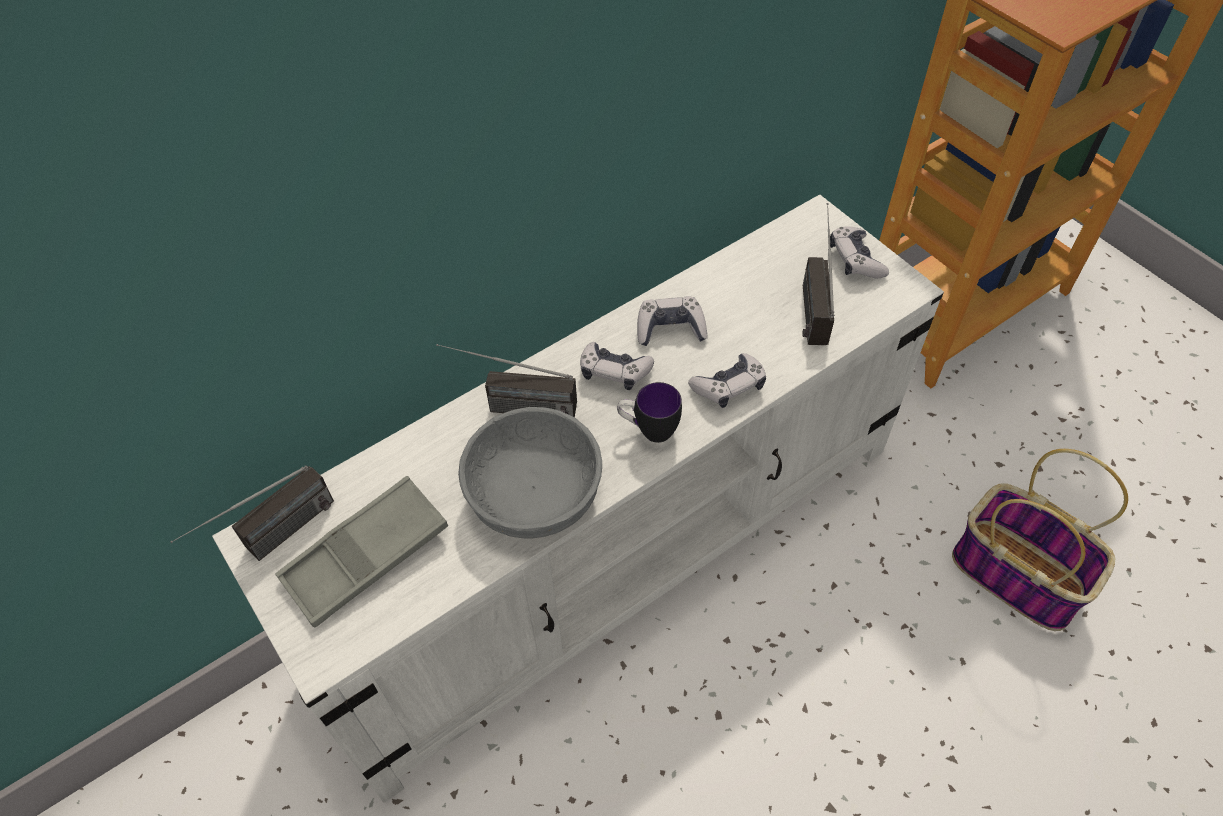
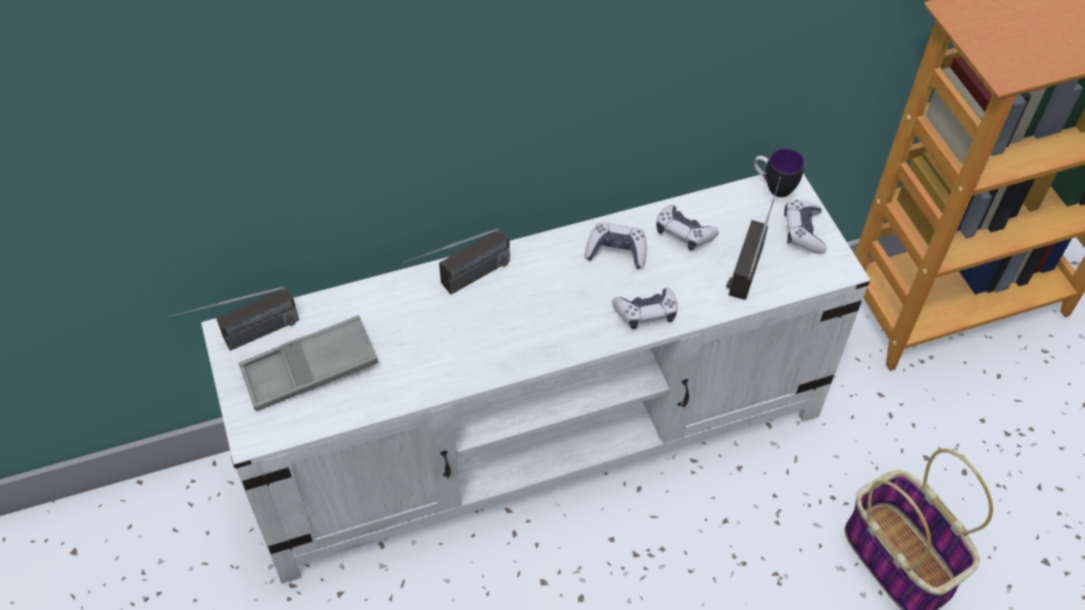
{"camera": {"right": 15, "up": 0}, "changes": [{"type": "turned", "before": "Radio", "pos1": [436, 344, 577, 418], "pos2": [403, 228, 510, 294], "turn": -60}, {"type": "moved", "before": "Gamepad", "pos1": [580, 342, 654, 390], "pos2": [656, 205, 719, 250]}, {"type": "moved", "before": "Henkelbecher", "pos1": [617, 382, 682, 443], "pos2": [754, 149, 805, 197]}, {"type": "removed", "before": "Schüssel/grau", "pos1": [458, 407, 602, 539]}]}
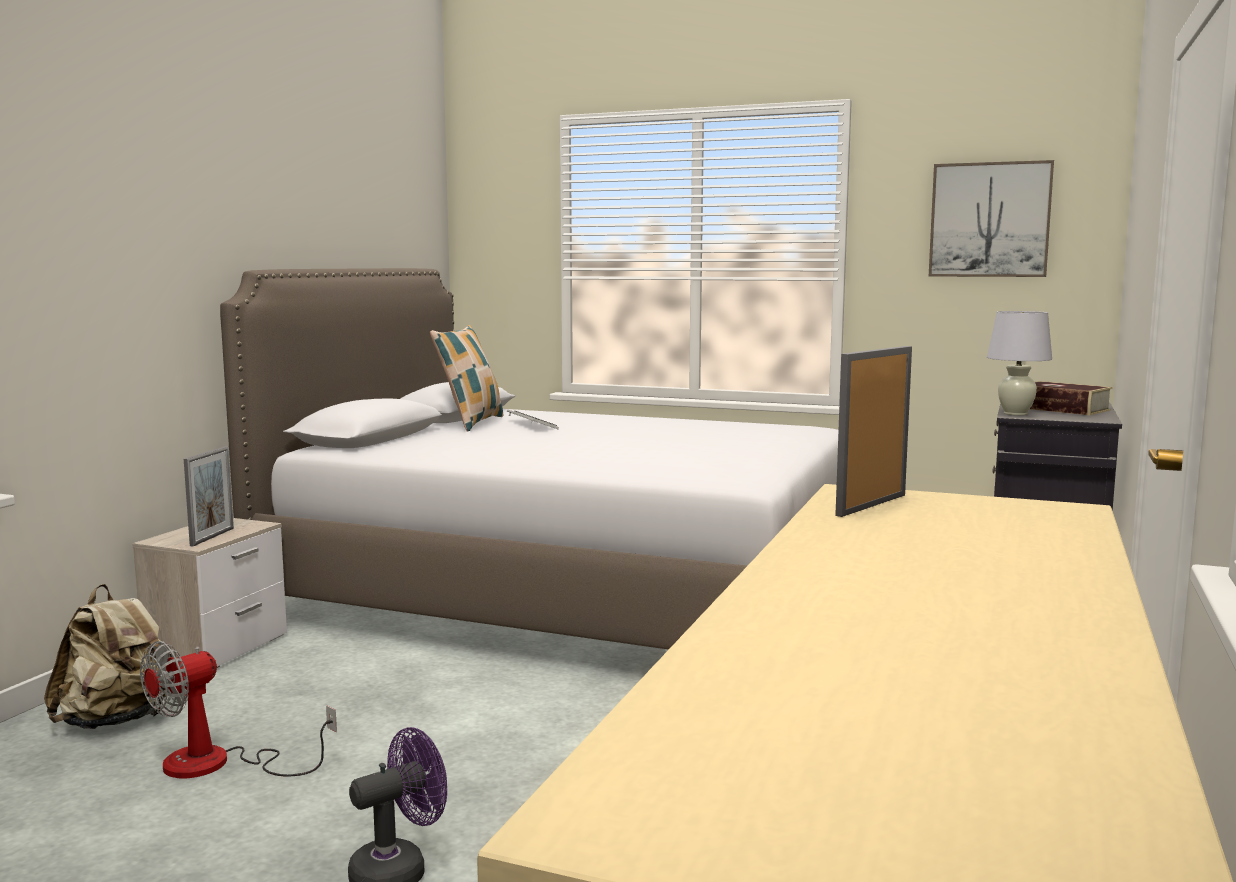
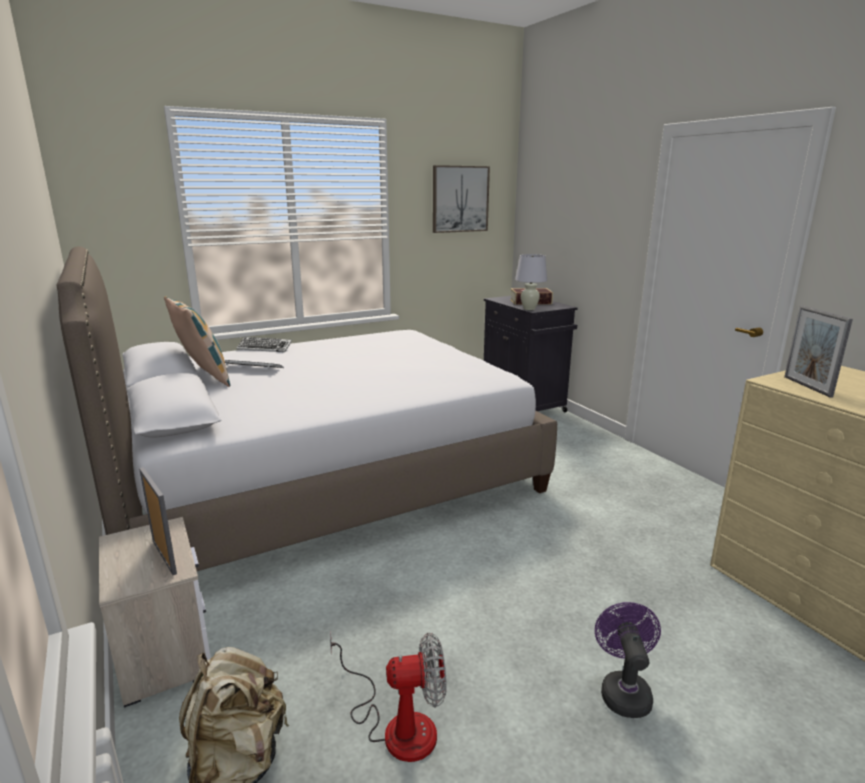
{"camera": {"right": -50, "up": 10}, "changes": [{"type": "added", "after": "Tastatur", "pos2": [237, 337, 292, 352]}, {"type": "turned", "before": "Ventilator", "pos1": [140, 641, 337, 778], "pos2": [330, 631, 447, 762], "turn": -90}]}
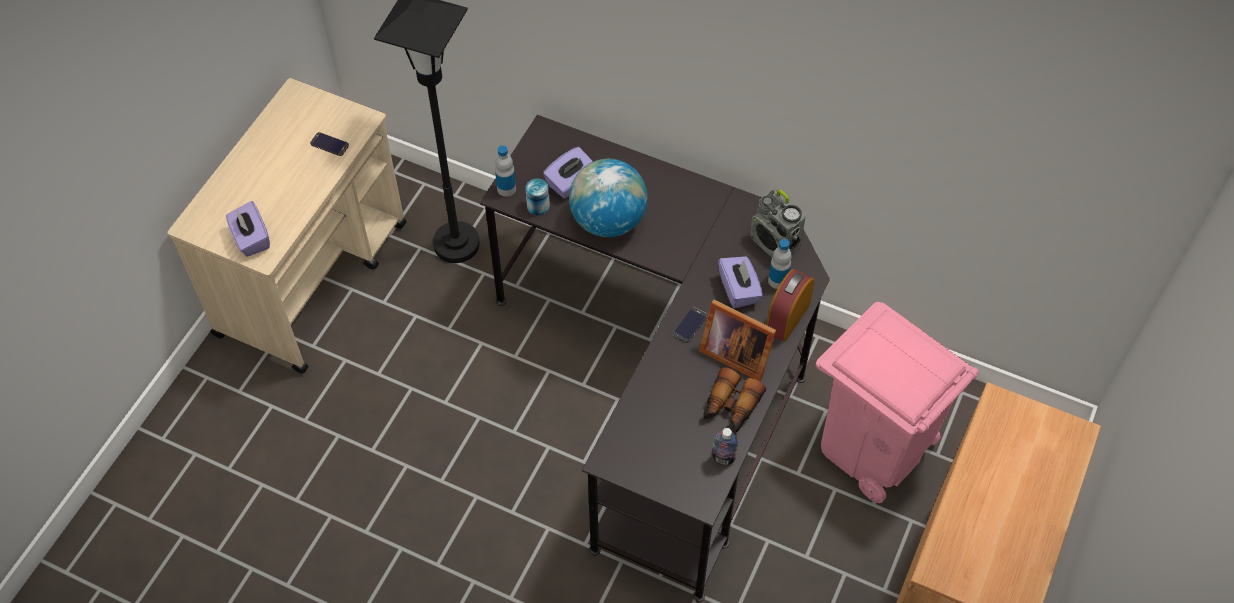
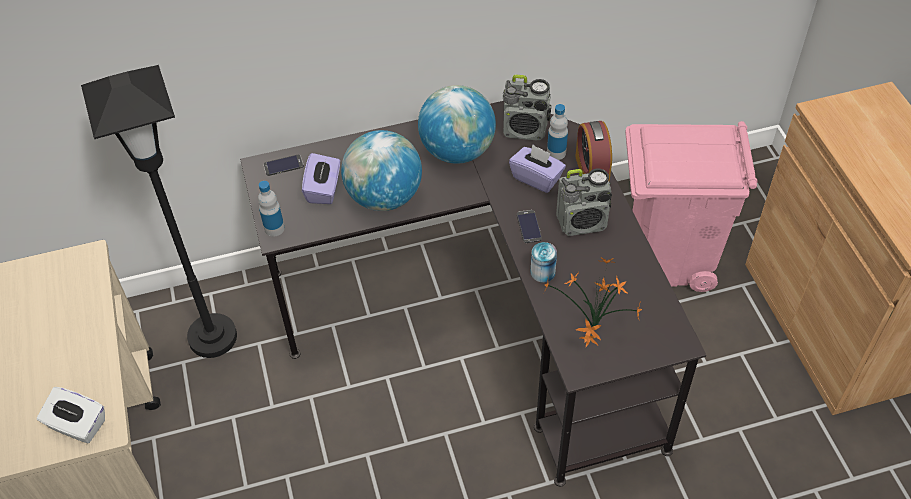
{"camera": {"right": -40, "up": -5}, "changes": [{"type": "recoloured", "before": "Taschentuchbox/lila", "after": "Taschentuchbox/weiß", "pos1": [226, 201, 270, 257], "pos2": [37, 387, 105, 443]}, {"type": "moved", "before": "Handy", "pos1": [310, 132, 349, 156], "pos2": [264, 155, 304, 176]}, {"type": "added", "after": "Globus", "pos2": [418, 85, 496, 164]}, {"type": "moved", "before": "Dose", "pos1": [525, 179, 550, 215], "pos2": [530, 242, 557, 283]}, {"type": "added", "after": "Topfpflanze", "pos2": [544, 257, 642, 347]}, {"type": "replaced", "before": "Bilderrahmen", "after": "Radio", "pos1": [699, 299, 777, 381], "pos2": [556, 168, 612, 236]}, {"type": "removed", "before": "Fernglas", "pos1": [703, 367, 766, 432]}, {"type": "removed", "before": "Flasche", "pos1": [712, 428, 738, 465]}]}
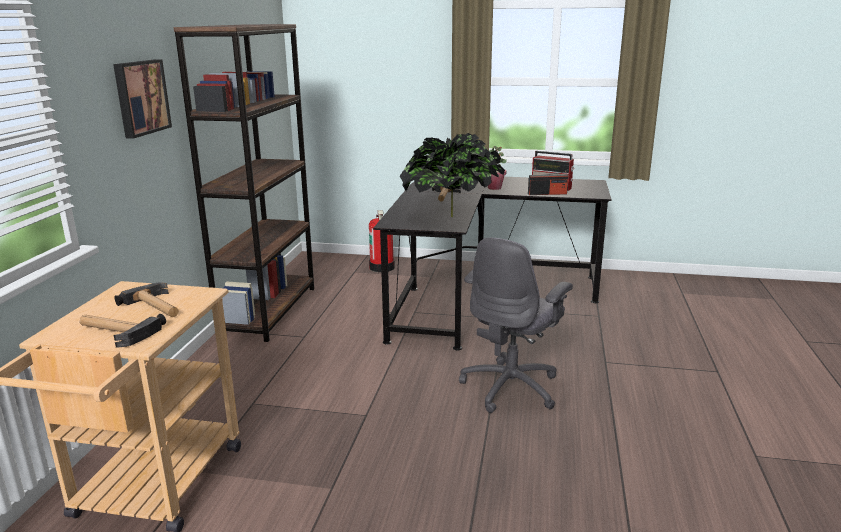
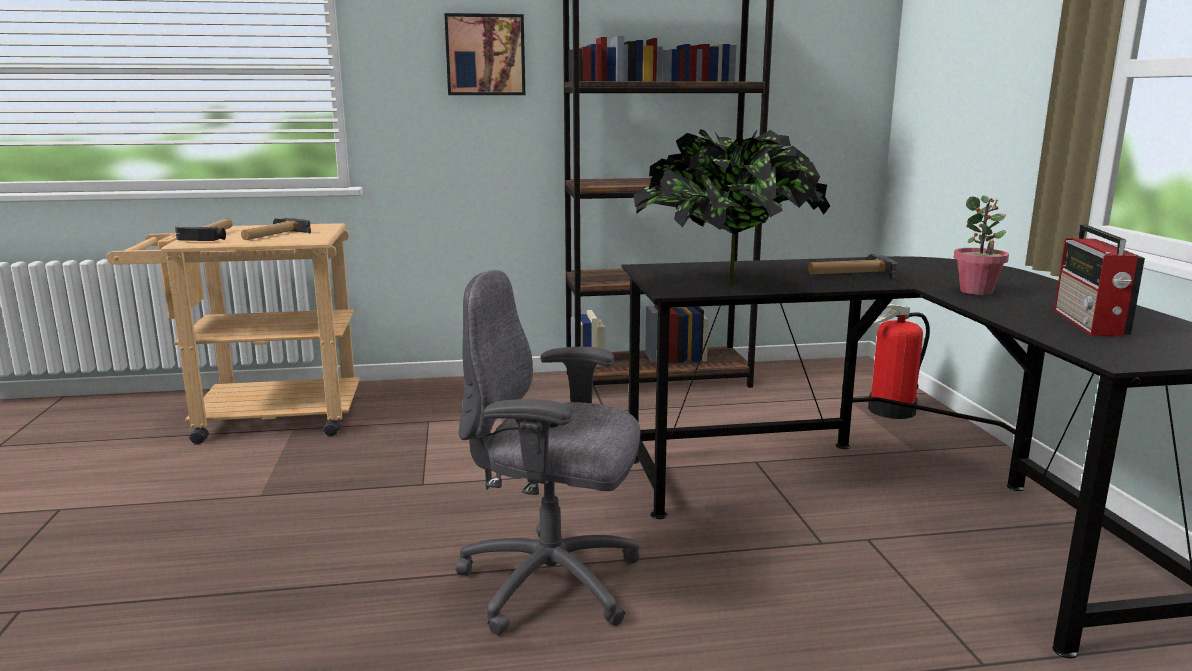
{"camera": {"right": 70, "up": -5}, "changes": [{"type": "removed", "before": "Radio", "pos1": [528, 171, 568, 195]}]}
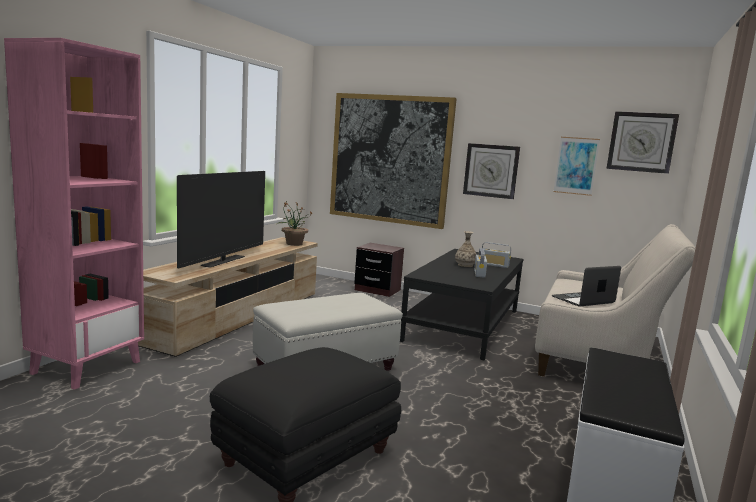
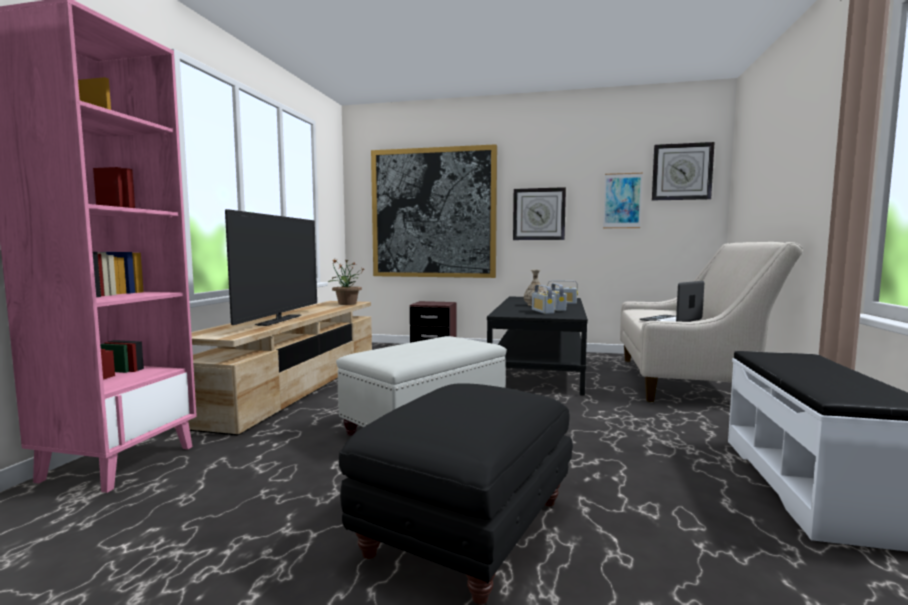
{"camera": {"right": -10, "up": -5}, "changes": [{"type": "added", "after": "Radio", "pos2": [532, 285, 555, 314]}]}
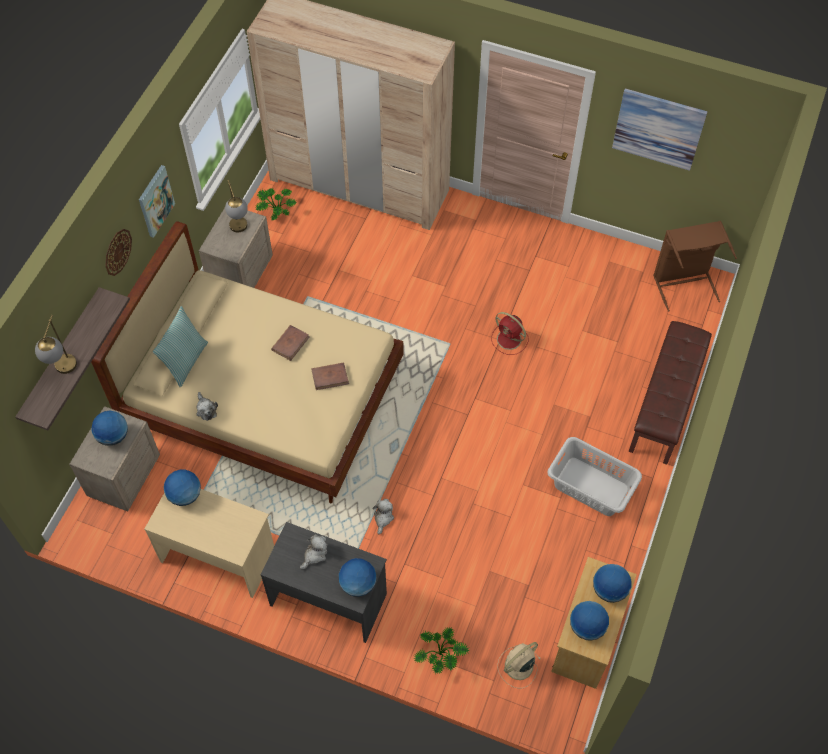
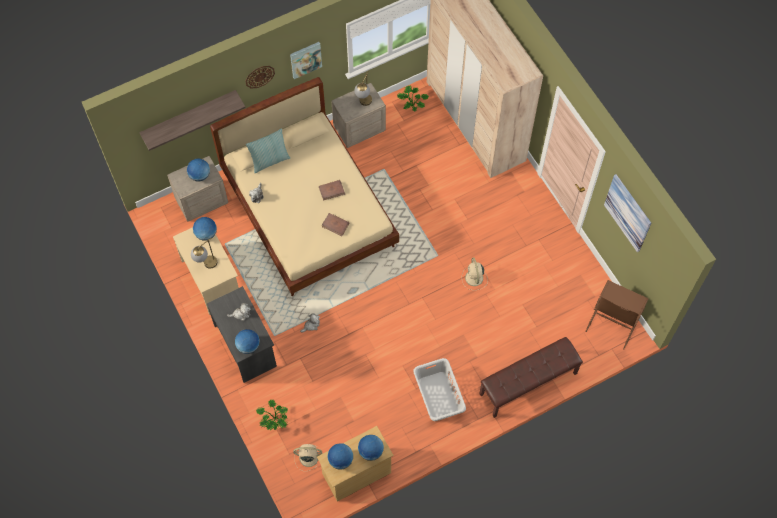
{"camera": {"right": 40, "up": 5}, "changes": [{"type": "moved", "before": "Tischlampe", "pos1": [35, 315, 77, 374], "pos2": [191, 238, 217, 269]}, {"type": "recoloured", "before": "Ventilator/rot", "after": "Ventilator/beige", "pos1": [491, 312, 528, 355], "pos2": [461, 258, 488, 290]}]}
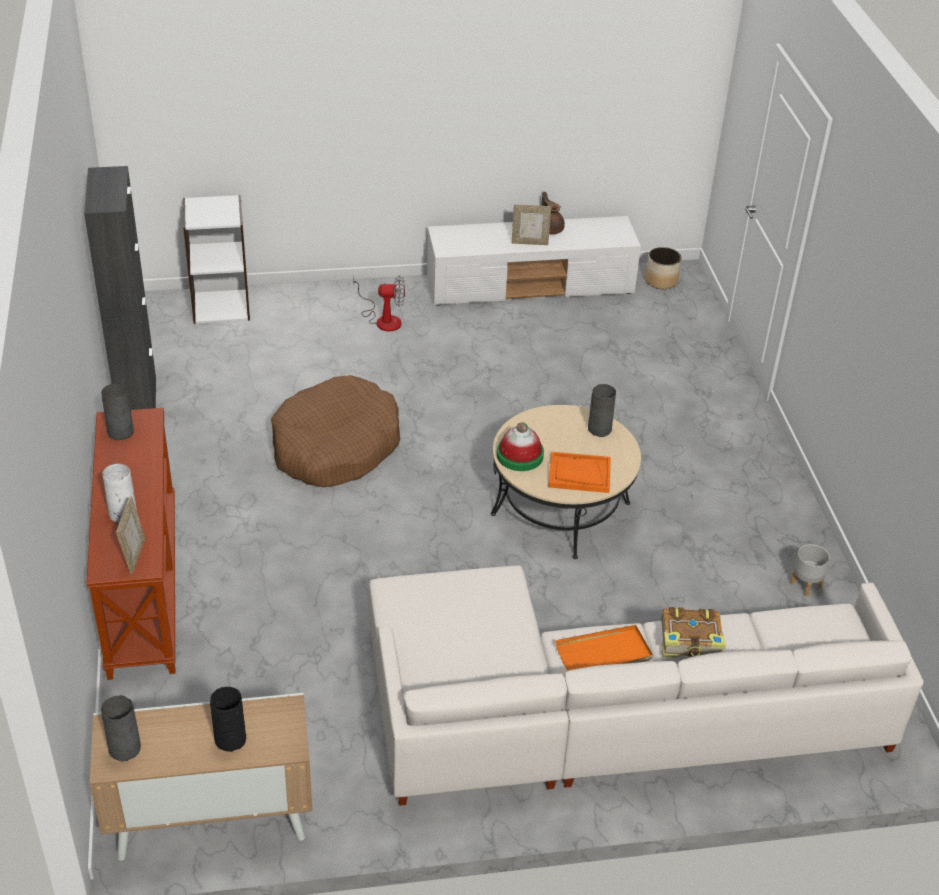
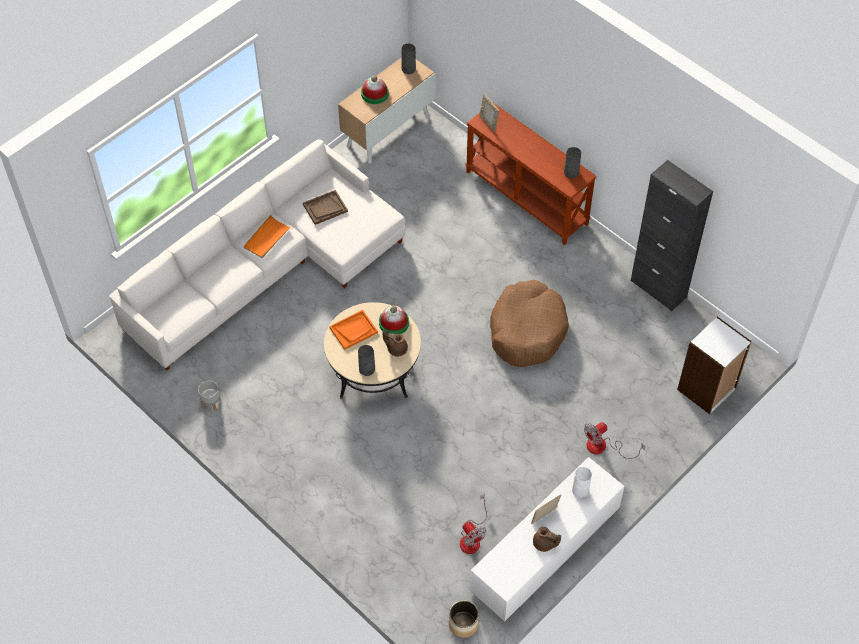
{"camera": {"right": 145, "up": 15}, "changes": [{"type": "added", "after": "Tablett/braun", "pos2": [303, 190, 348, 225]}, {"type": "replaced", "before": "Vase/schwarz", "after": "Hut", "pos1": [210, 687, 246, 752], "pos2": [361, 76, 389, 104]}, {"type": "added", "after": "Teekanne/braun", "pos2": [383, 330, 408, 357]}, {"type": "added", "after": "Ventilator", "pos2": [460, 493, 487, 554]}, {"type": "moved", "before": "Vase/weiß", "pos1": [102, 463, 137, 523], "pos2": [572, 467, 592, 498]}, {"type": "removed", "before": "Buch", "pos1": [662, 607, 726, 658]}]}
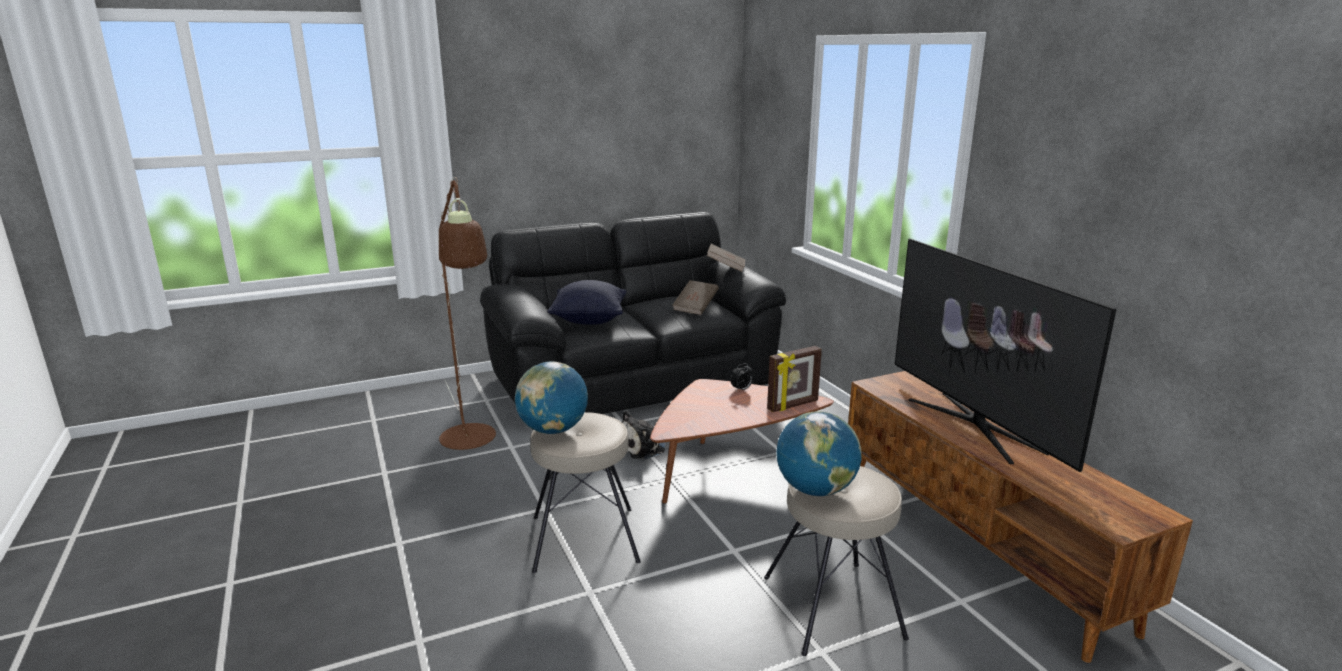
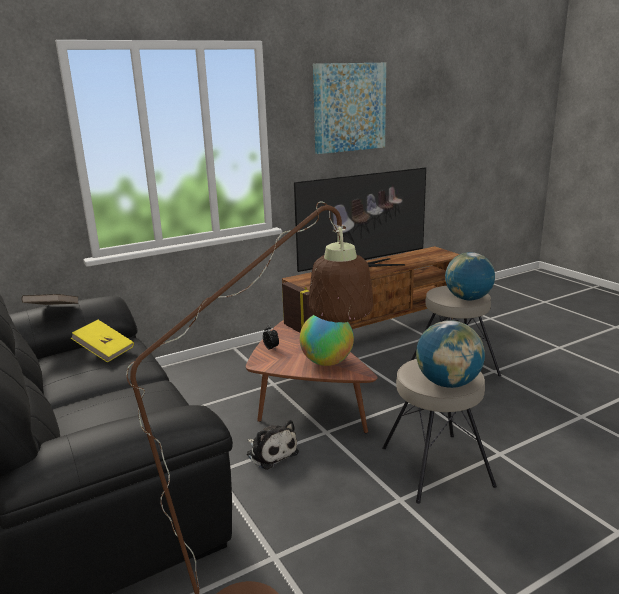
{"camera": {"right": -95, "up": 0}, "changes": [{"type": "recoloured", "before": "Buch/braun", "after": "Buch/gelb", "pos1": [673, 280, 719, 315], "pos2": [71, 320, 134, 363]}, {"type": "added", "after": "Globus", "pos2": [300, 315, 354, 366]}, {"type": "added", "after": "Bild", "pos2": [313, 63, 386, 154]}, {"type": "removed", "before": "Kissen/schwarz", "pos1": [548, 280, 626, 325]}]}
